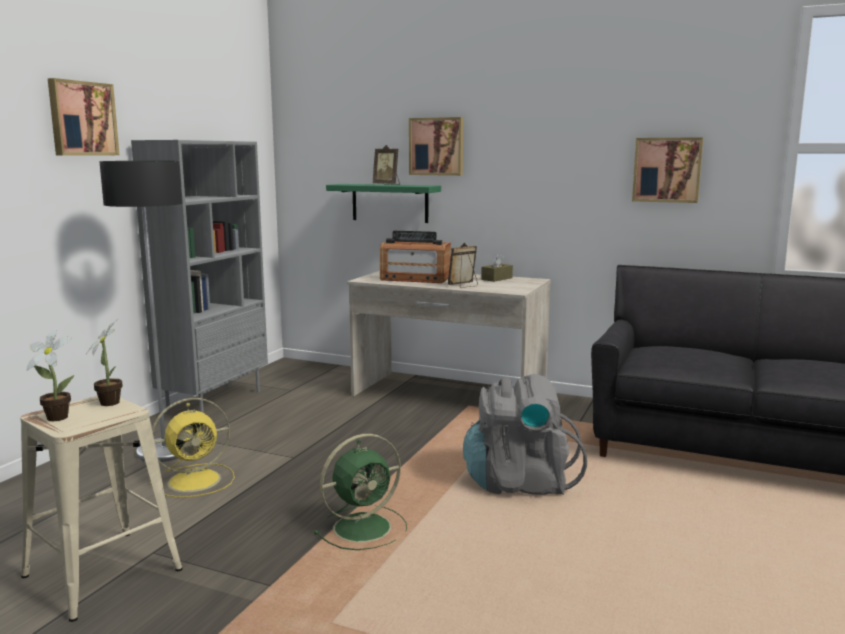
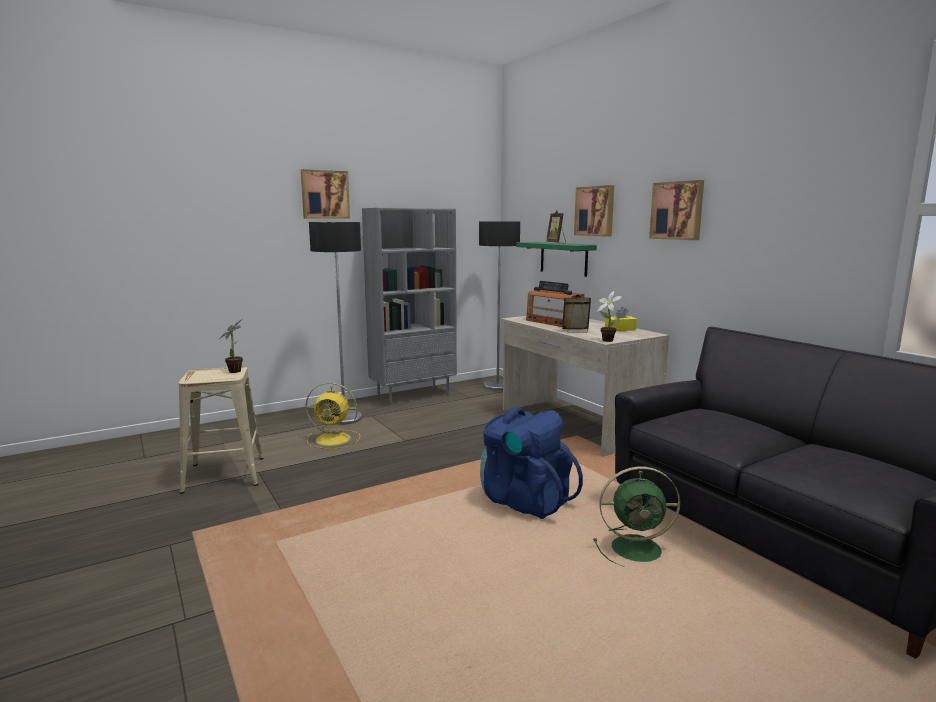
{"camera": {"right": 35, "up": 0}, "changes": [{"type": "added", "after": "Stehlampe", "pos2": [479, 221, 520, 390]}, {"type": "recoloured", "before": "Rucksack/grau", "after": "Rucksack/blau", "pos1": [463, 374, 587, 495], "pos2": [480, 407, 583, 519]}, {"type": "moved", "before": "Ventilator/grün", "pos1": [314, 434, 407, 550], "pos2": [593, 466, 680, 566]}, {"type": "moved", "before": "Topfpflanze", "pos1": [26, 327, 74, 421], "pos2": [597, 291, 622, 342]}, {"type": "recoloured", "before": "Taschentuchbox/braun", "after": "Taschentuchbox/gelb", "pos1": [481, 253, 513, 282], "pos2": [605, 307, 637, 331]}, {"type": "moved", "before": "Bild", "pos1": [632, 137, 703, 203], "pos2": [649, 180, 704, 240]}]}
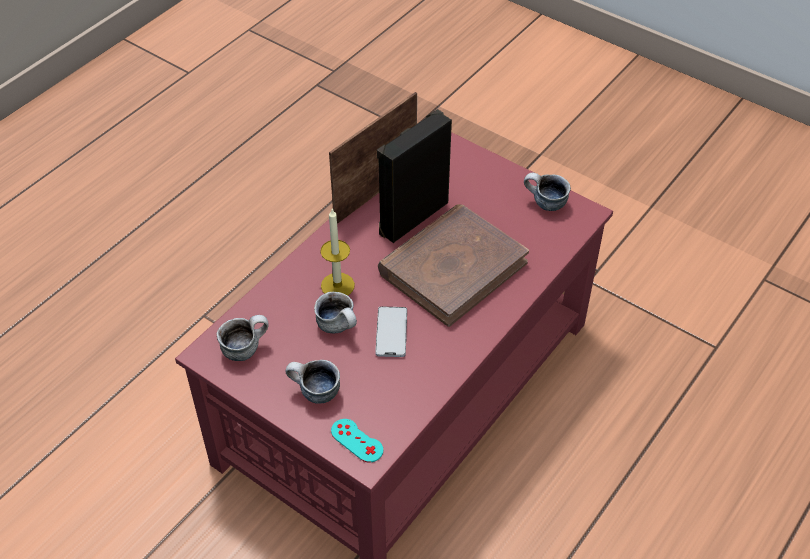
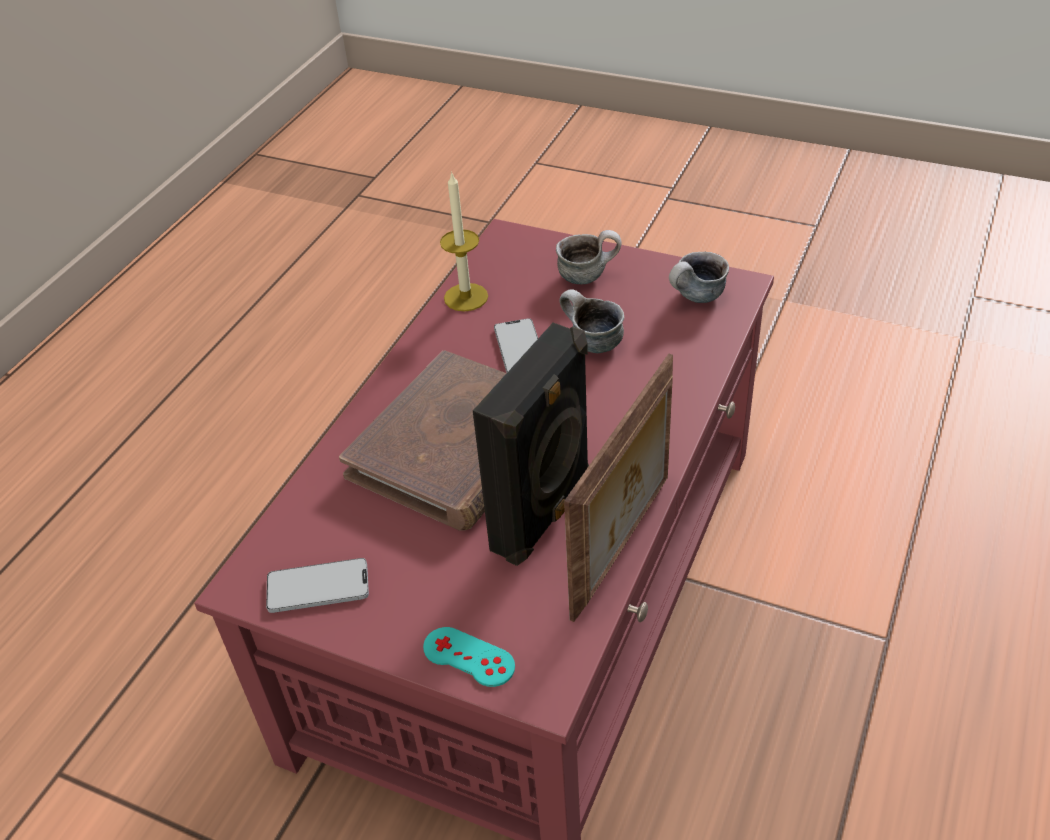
{"camera": {"right": 170, "up": -5}, "changes": [{"type": "replaced", "before": "Henkelbecher", "after": "Handy", "pos1": [524, 173, 571, 211], "pos2": [266, 558, 369, 613]}, {"type": "moved", "before": "Gamepad/türkis", "pos1": [331, 419, 383, 462], "pos2": [423, 627, 515, 687]}, {"type": "moved", "before": "Kerze", "pos1": [320, 209, 355, 295], "pos2": [440, 171, 488, 311]}]}
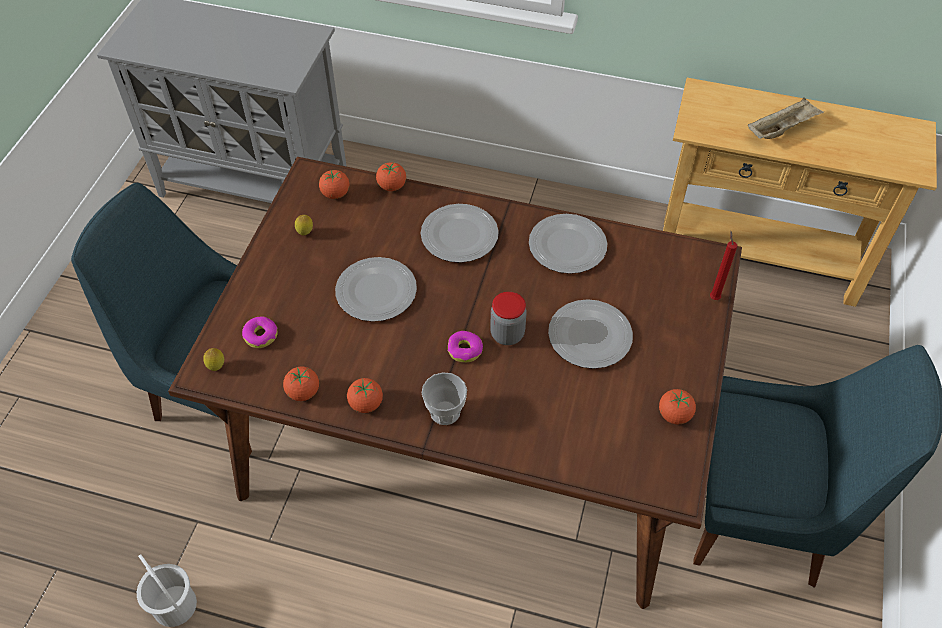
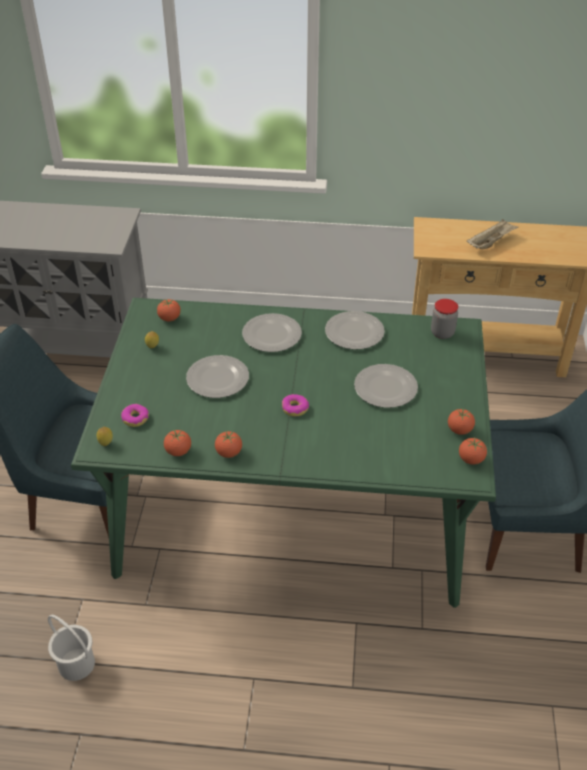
{"camera": {"right": -10, "up": -10}, "changes": [{"type": "recoloured", "before": "Esstisch/braun", "after": "Esstisch/grün", "pos1": [168, 157, 742, 609], "pos2": [71, 298, 496, 608]}, {"type": "moved", "before": "Vorratsglas", "pos1": [490, 292, 527, 345], "pos2": [431, 299, 458, 339]}, {"type": "moved", "before": "Tomate", "pos1": [376, 162, 406, 191], "pos2": [459, 438, 487, 465]}, {"type": "removed", "before": "Tasse", "pos1": [422, 372, 467, 425]}, {"type": "removed", "before": "Kerze/rot", "pos1": [710, 231, 737, 300]}]}
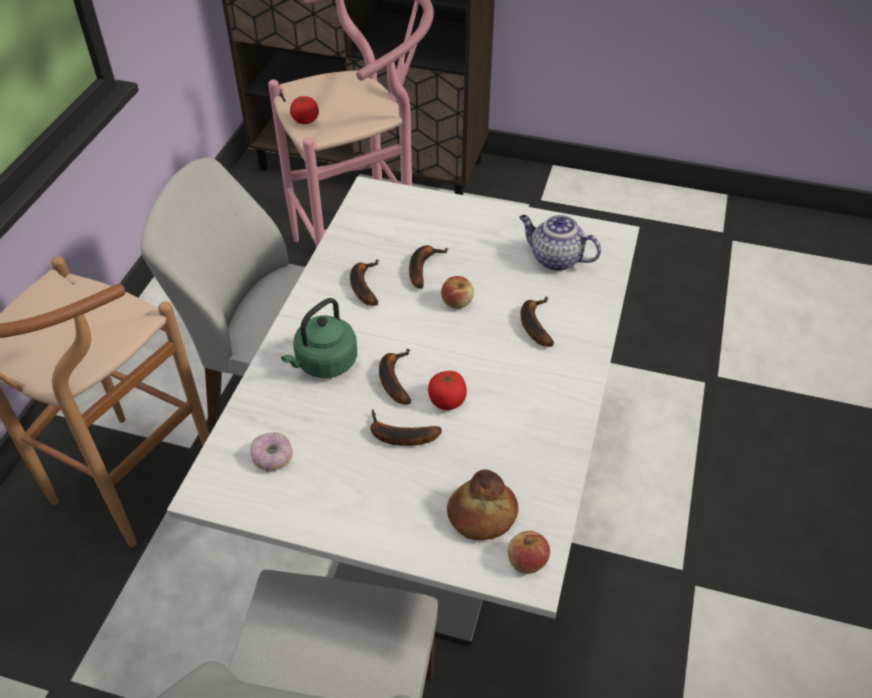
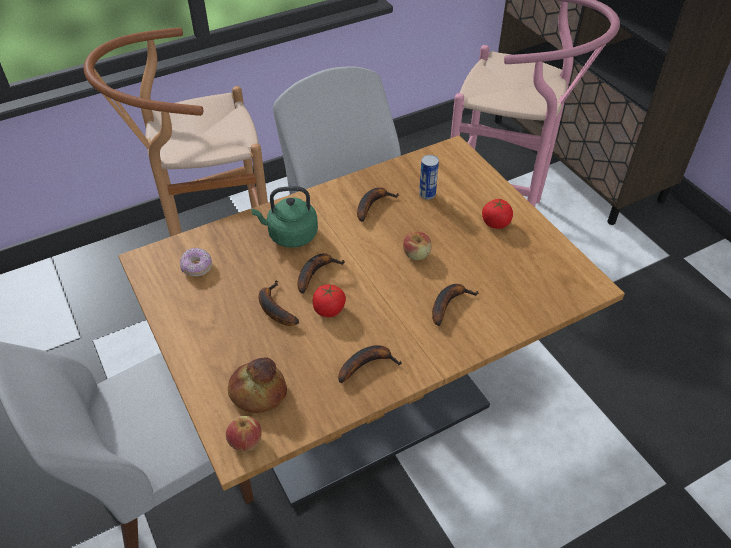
{"camera": {"right": 45, "up": 0}, "changes": [{"type": "recoloured", "before": "Esstisch/weiß", "after": "Esstisch/braun", "pos1": [167, 176, 640, 646], "pos2": [118, 135, 625, 507]}, {"type": "moved", "before": "Banane", "pos1": [409, 245, 448, 289], "pos2": [338, 345, 402, 383]}, {"type": "added", "after": "Dose", "pos2": [419, 155, 439, 200]}, {"type": "moved", "before": "Tomate", "pos1": [290, 96, 319, 124], "pos2": [482, 199, 513, 229]}, {"type": "removed", "before": "Teekanne", "pos1": [519, 215, 601, 271]}]}
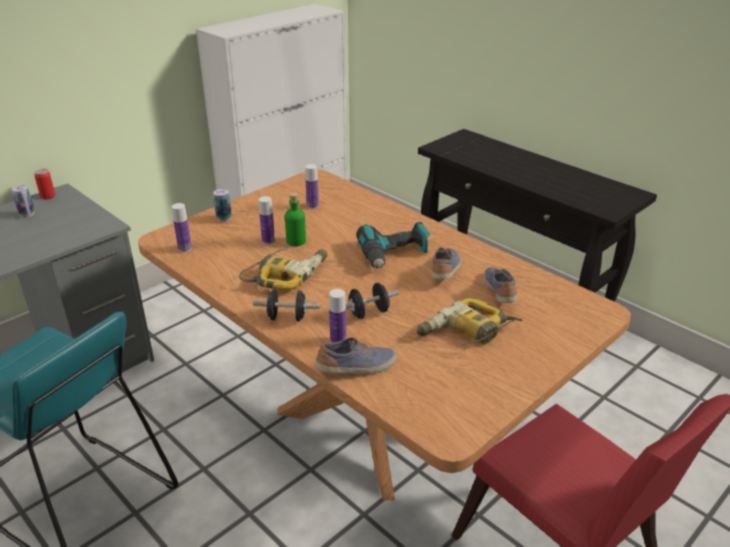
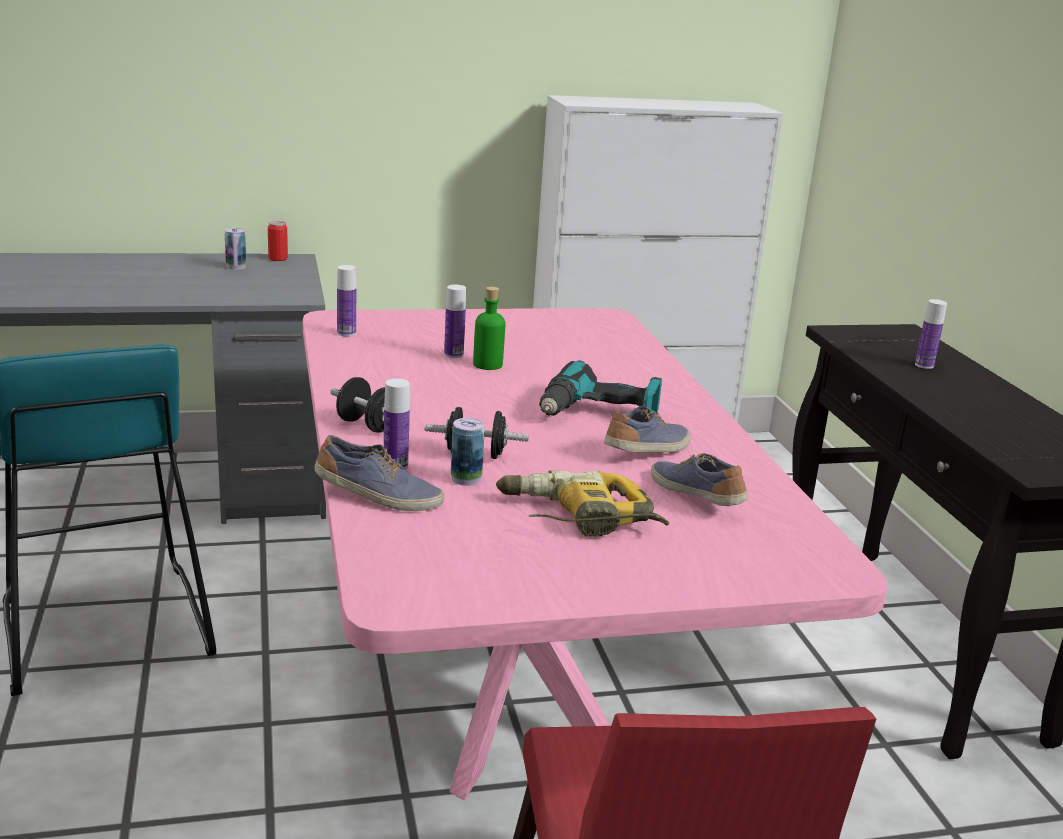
{"camera": {"right": 30, "up": -10}, "changes": [{"type": "recoloured", "before": "Esstisch/braun", "after": "Esstisch/rosa", "pos1": [138, 169, 631, 500], "pos2": [303, 308, 888, 801]}, {"type": "moved", "before": "Dose", "pos1": [213, 189, 232, 222], "pos2": [451, 418, 485, 486]}, {"type": "turned", "before": "Schuh", "pos1": [484, 267, 518, 303], "pos2": [651, 453, 748, 506], "turn": -60}, {"type": "moved", "before": "Flasche", "pos1": [305, 164, 319, 209], "pos2": [915, 299, 947, 369]}, {"type": "removed", "before": "Bohrmaschine", "pos1": [239, 248, 327, 290]}]}
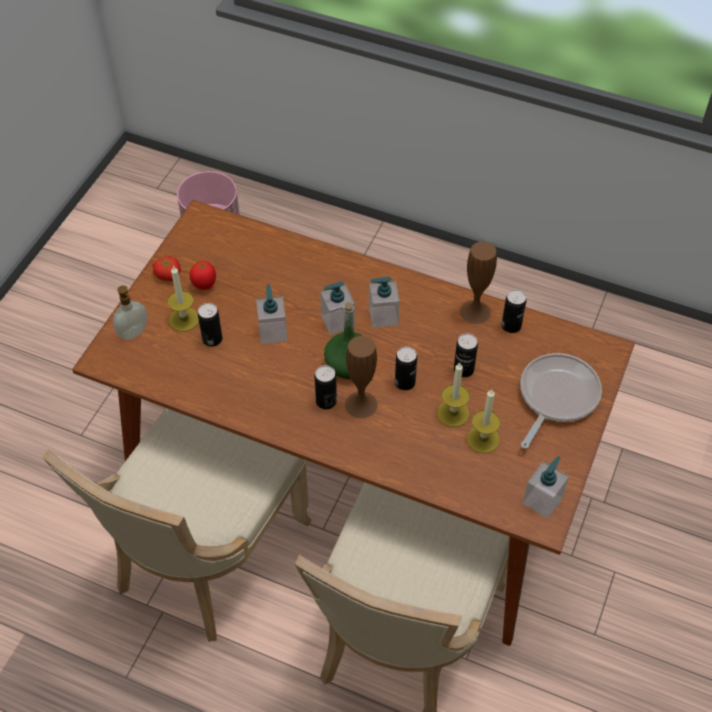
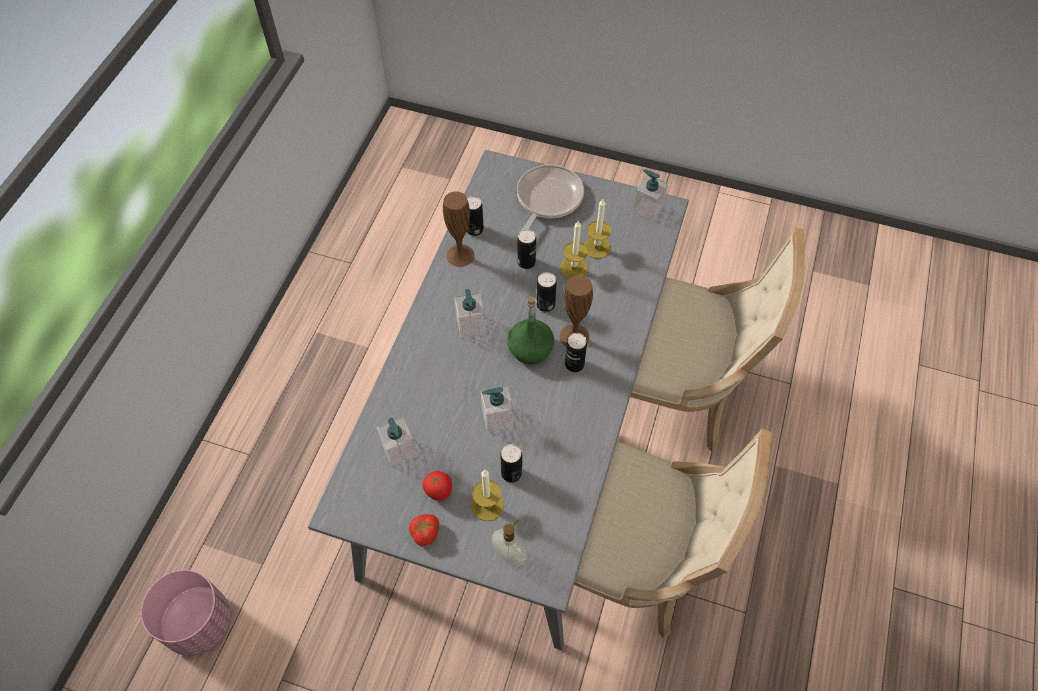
{"camera": {"right": -95, "up": 5}, "changes": [{"type": "recoloured", "before": "Esstisch/braun", "after": "Esstisch/grau", "pos1": [72, 200, 635, 646], "pos2": [308, 150, 689, 650]}, {"type": "moved", "before": "Seifenspender", "pos1": [320, 281, 355, 335], "pos2": [377, 416, 417, 467]}, {"type": "turned", "before": "Pfanne", "pos1": [520, 353, 602, 449], "pos2": [517, 164, 584, 239], "turn": 90}]}
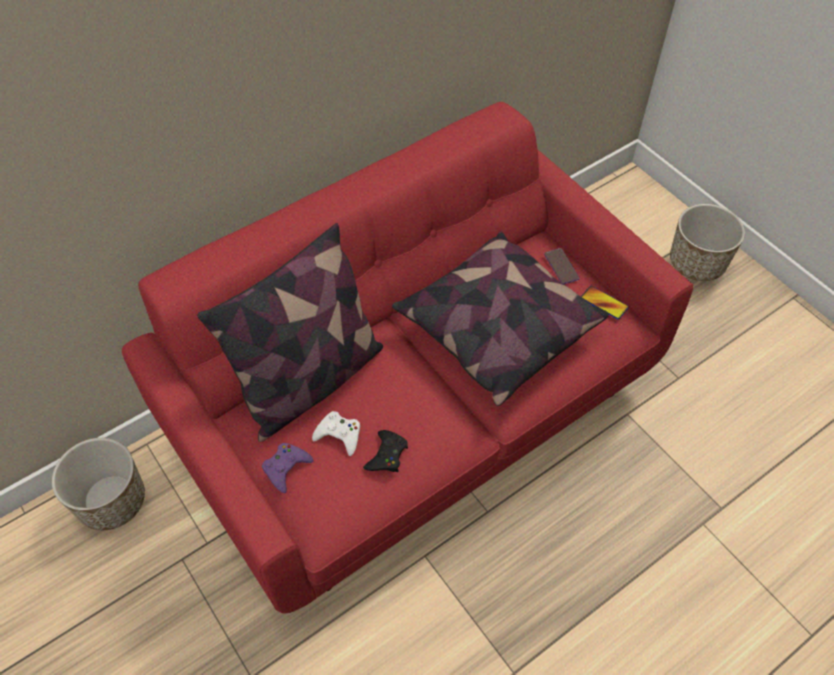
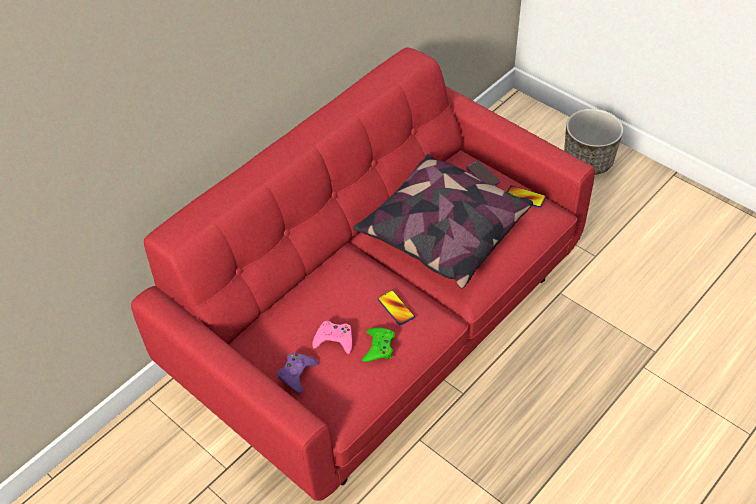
{"camera": {"right": -10, "up": -5}, "changes": [{"type": "recoloured", "before": "Gamepad/weiß", "after": "Gamepad/rosa", "pos1": [312, 411, 360, 456], "pos2": [312, 321, 352, 354]}, {"type": "recoloured", "before": "Gamepad/schwarz", "after": "Gamepad/grün", "pos1": [363, 430, 408, 472], "pos2": [362, 327, 395, 362]}, {"type": "added", "after": "Handy", "pos2": [377, 290, 415, 326]}, {"type": "removed", "before": "Pflanzkübel", "pos1": [52, 438, 145, 530]}, {"type": "removed", "before": "Kissen", "pos1": [197, 223, 383, 442]}]}
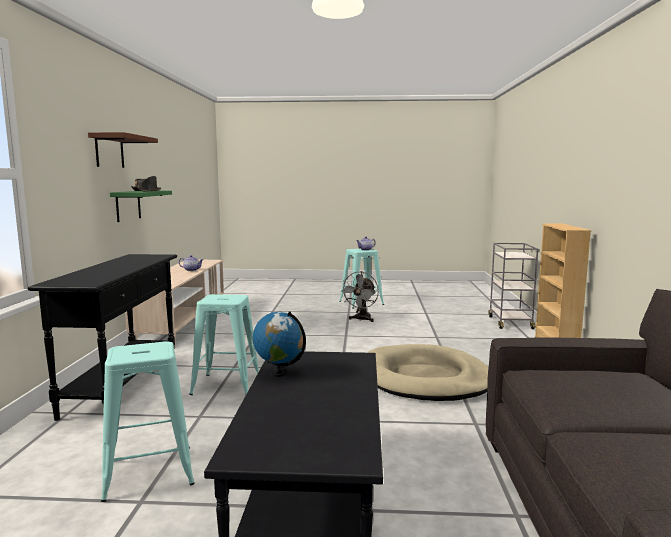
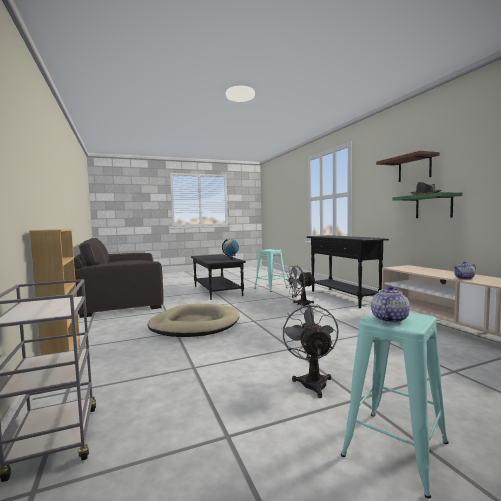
{"camera": {"right": 155, "up": -5}, "changes": [{"type": "replaced", "before": "Hocker/türkis", "after": "Ventilator/grau", "pos1": [189, 294, 259, 395], "pos2": [285, 266, 314, 307]}]}
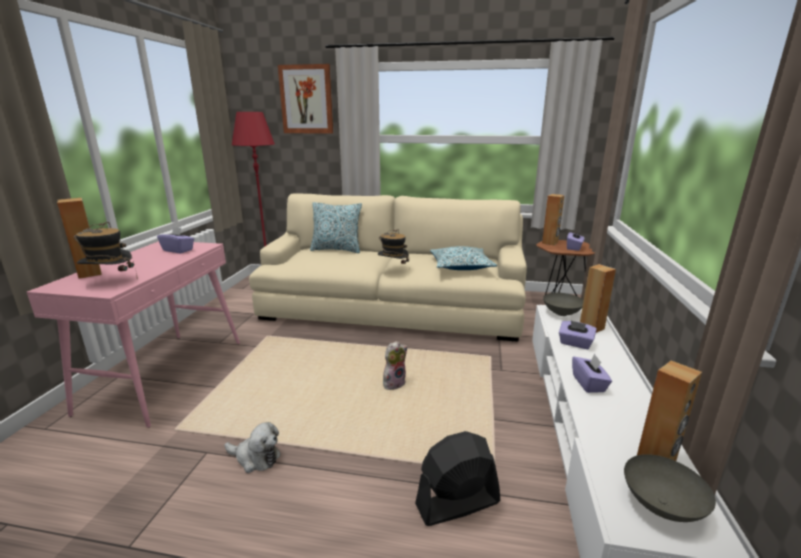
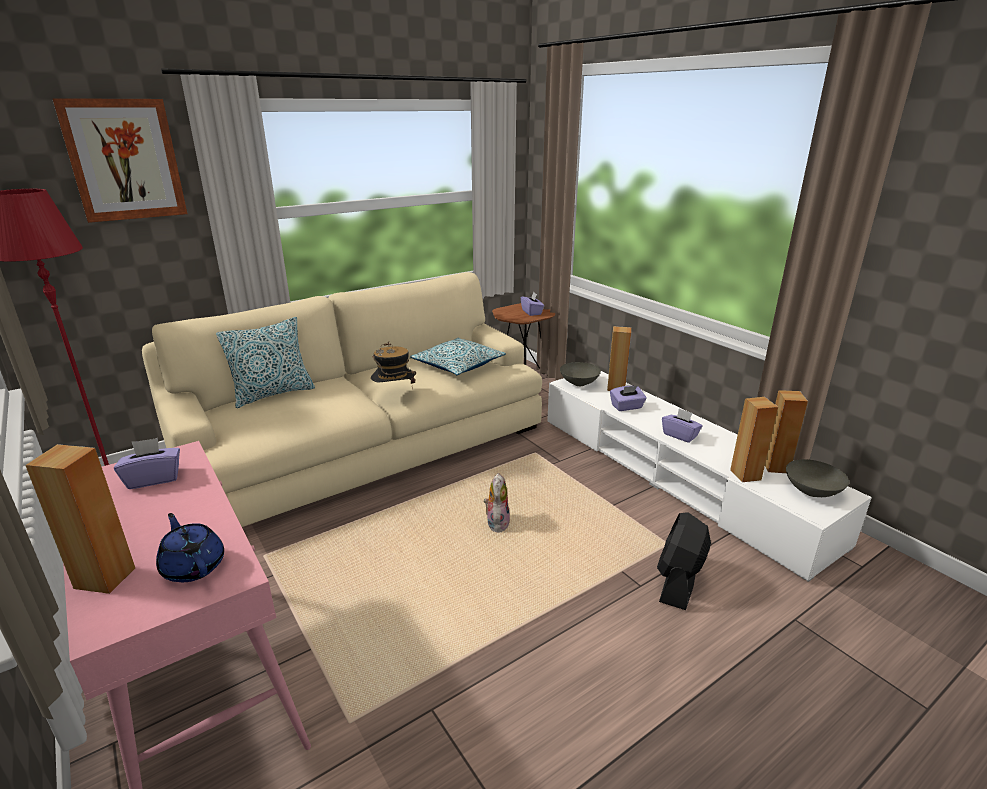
{"camera": {"right": -45, "up": 5}, "changes": [{"type": "replaced", "before": "Hut", "after": "Teekanne/blau", "pos1": [74, 222, 138, 279], "pos2": [156, 513, 224, 582]}, {"type": "moved", "before": "Lautsprecher/braun", "pos1": [542, 194, 564, 245], "pos2": [730, 397, 778, 482]}, {"type": "removed", "before": "Plüschtier", "pos1": [224, 422, 281, 473]}]}
